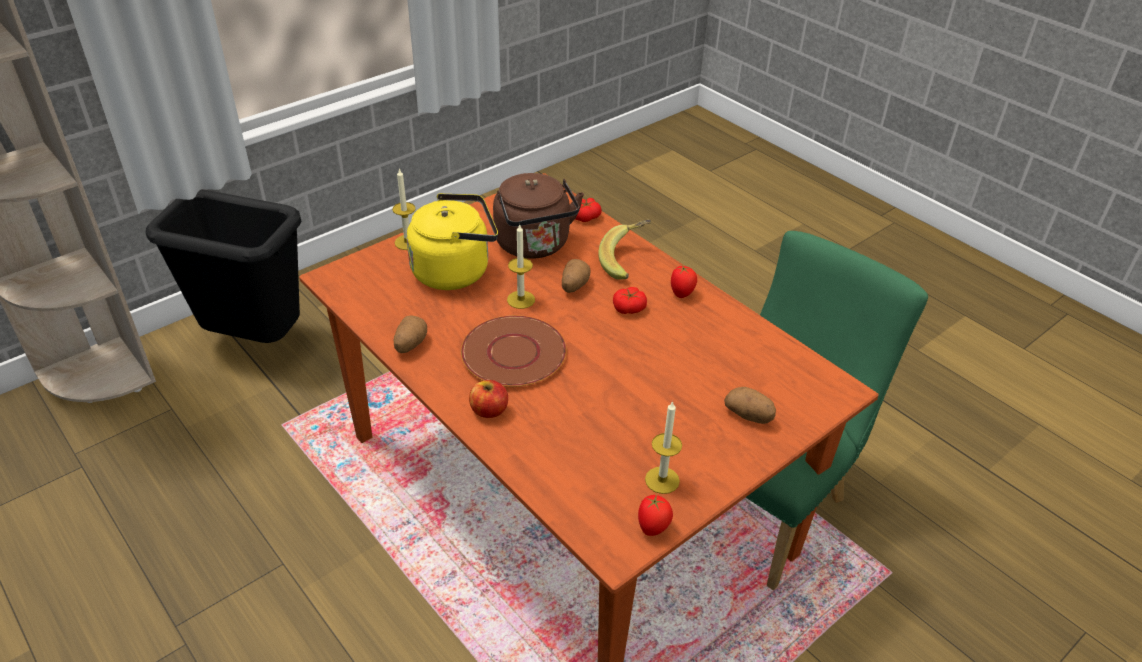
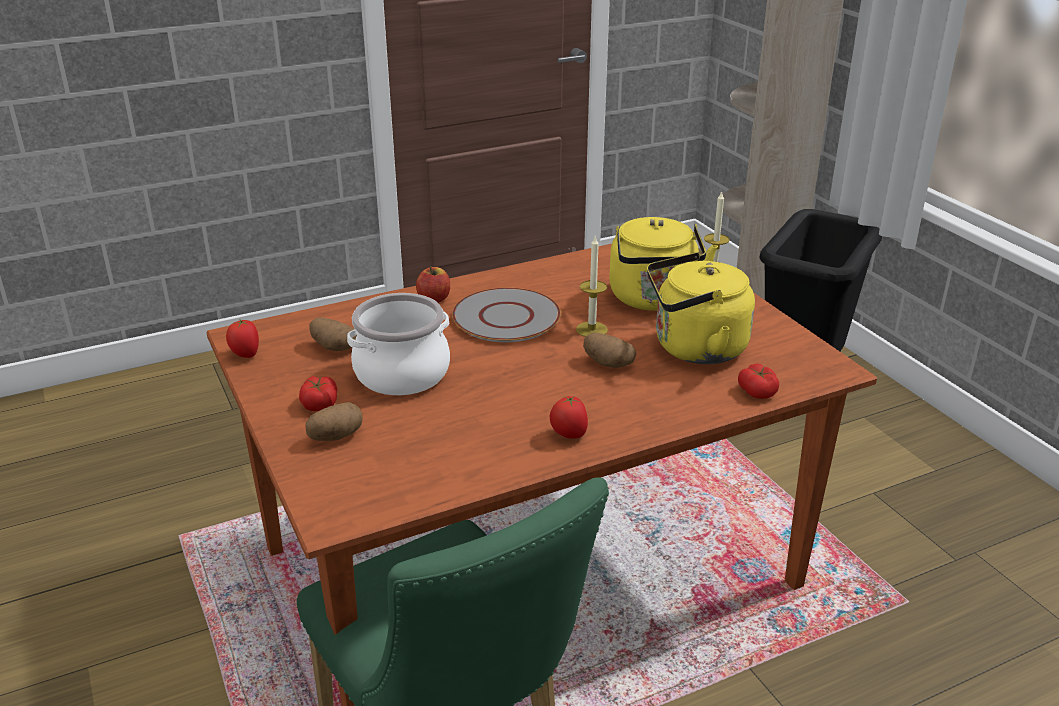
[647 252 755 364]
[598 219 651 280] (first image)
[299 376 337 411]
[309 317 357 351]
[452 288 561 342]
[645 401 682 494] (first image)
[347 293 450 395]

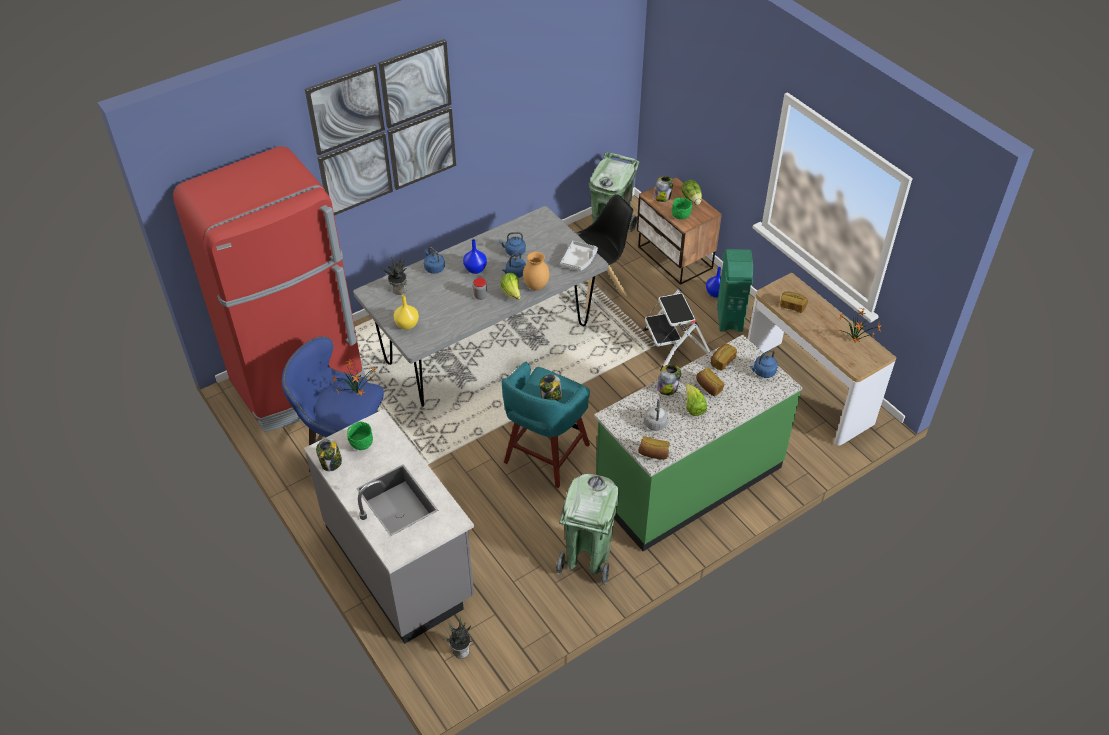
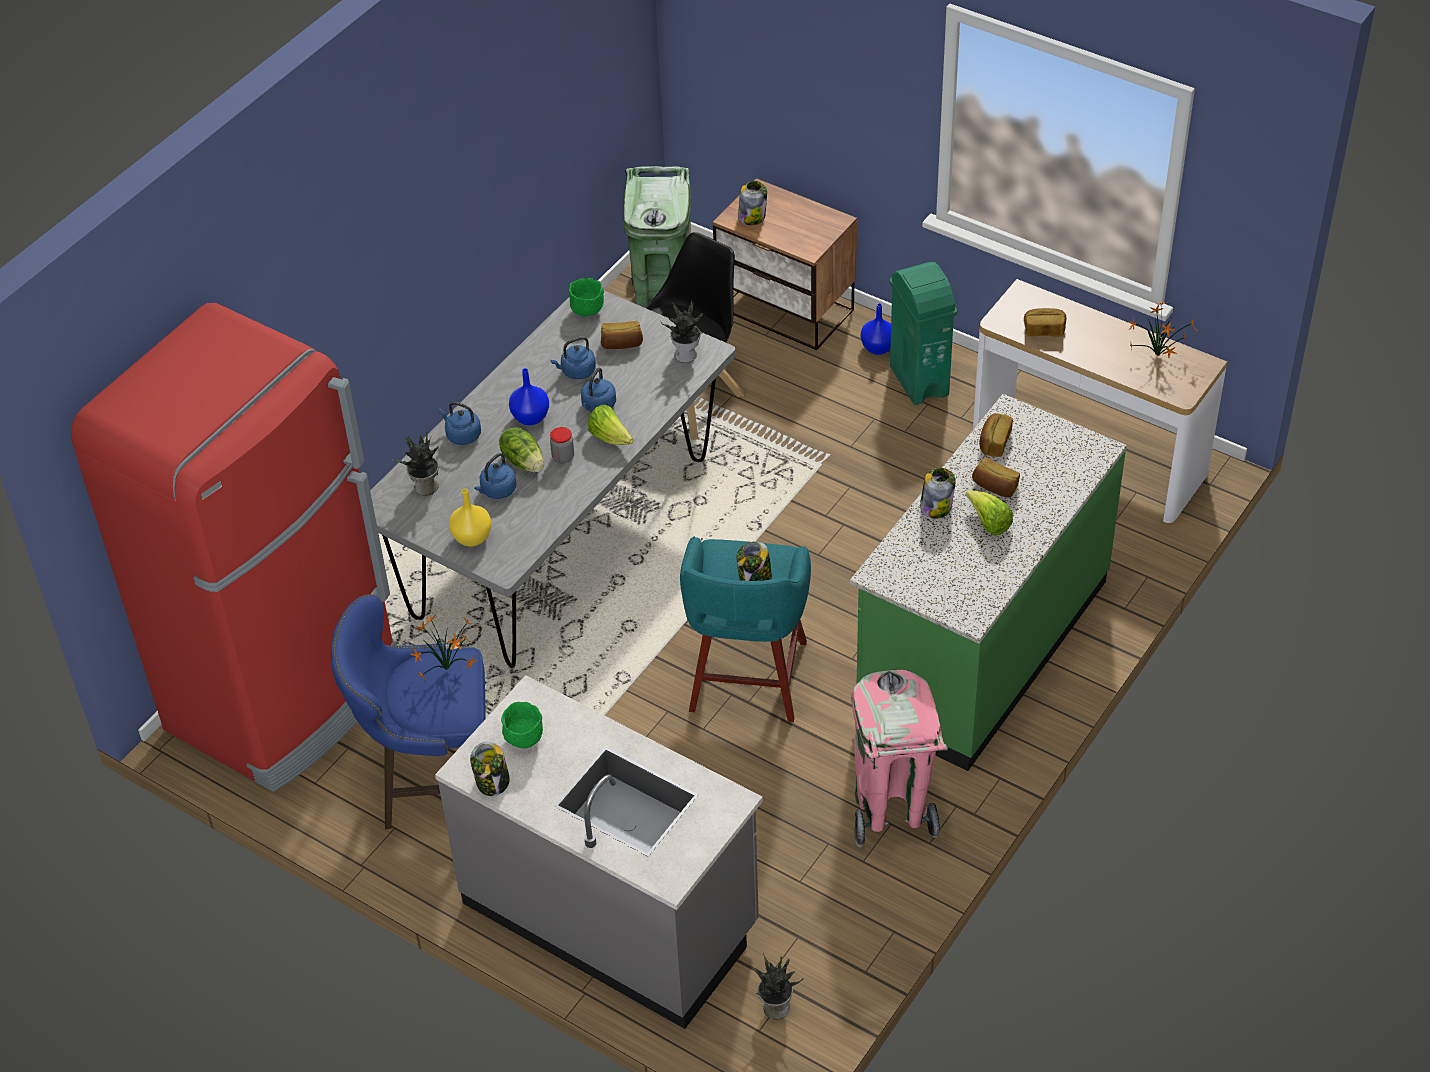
[305 39 456 215] (first image)
[499 427 544 472]
[569 278 604 316]
[661 299 703 363]
[523 252 549 290] (first image)
[643 288 711 371] (first image)
[474 453 517 499]
[644 399 668 431] (first image)
[601 321 643 349]
[851 669 949 848]

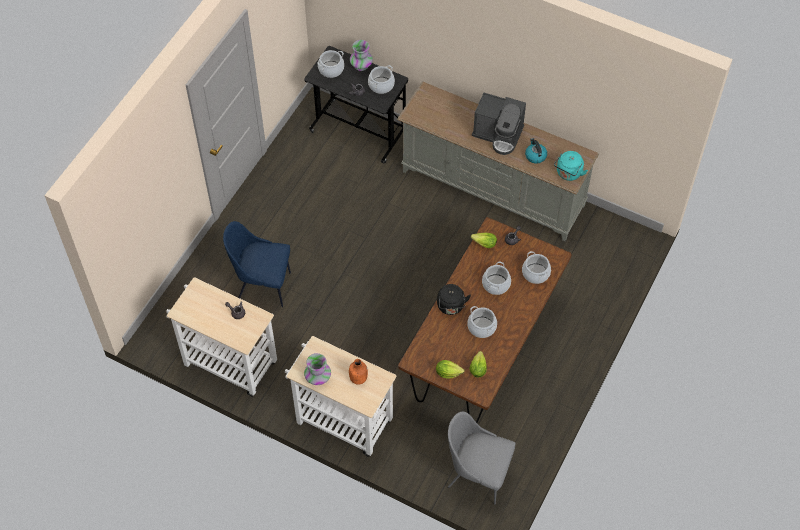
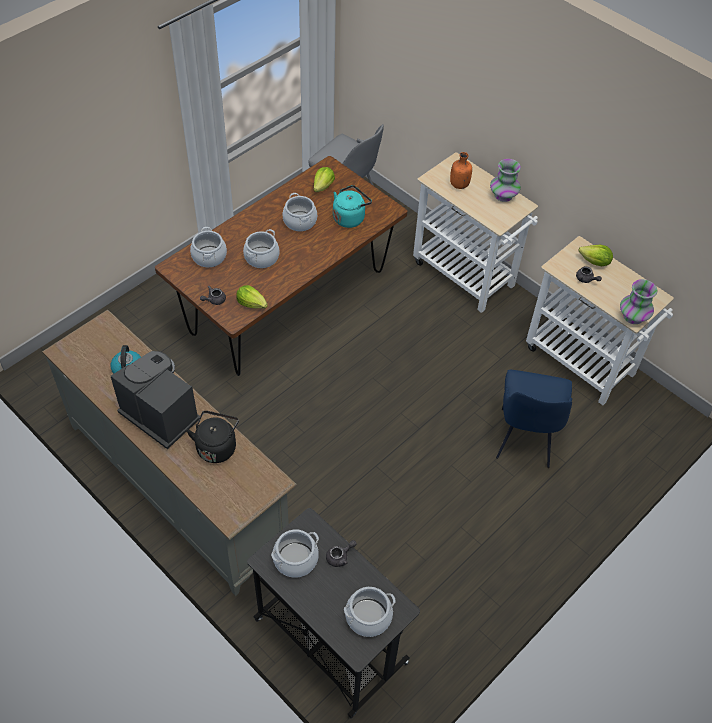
[620 279 657 324]
[333 185 372 228]
[496 370 572 468]
[186 411 239 463]
[579 245 613 267]

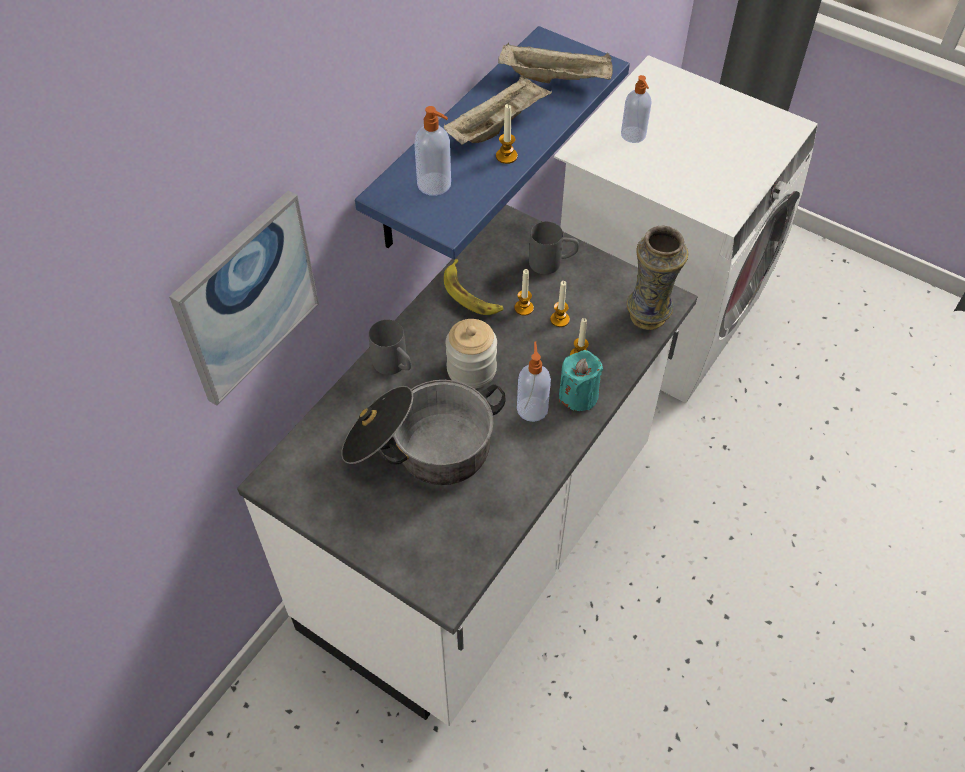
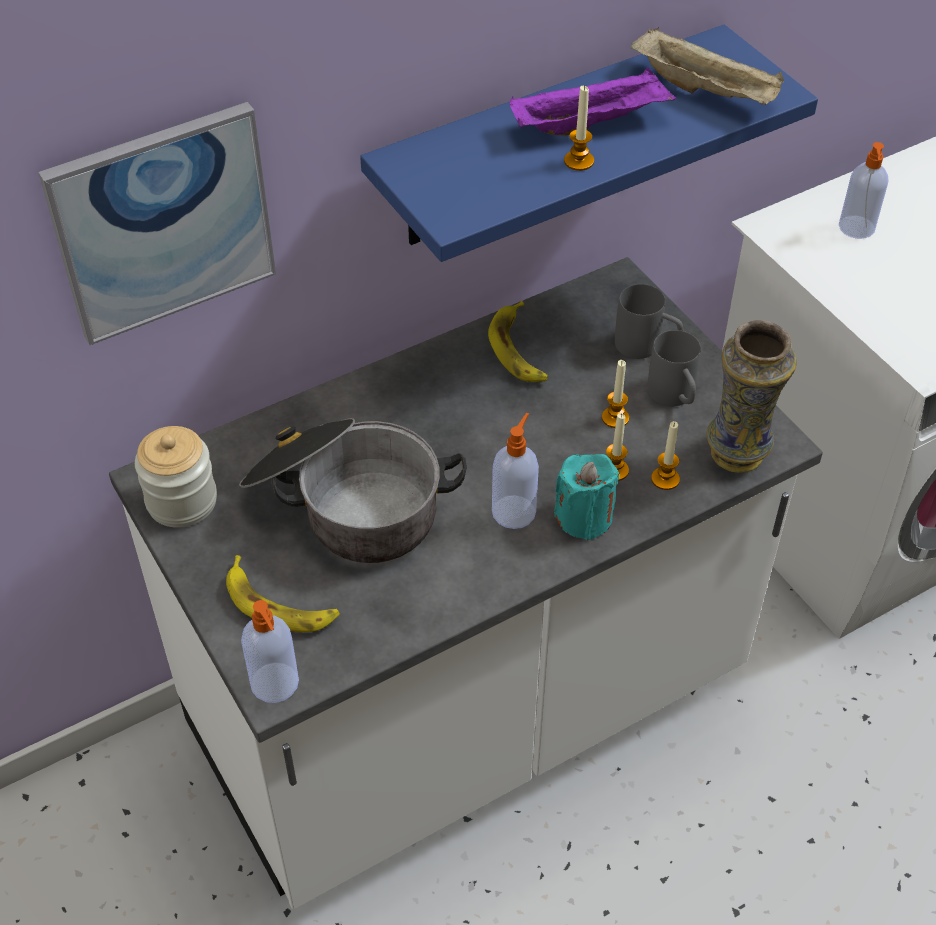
[509 68 676 135]
[241 600 299 703]
[651 421 680 490]
[135 426 217 528]
[648 330 701 407]
[226 555 340 632]

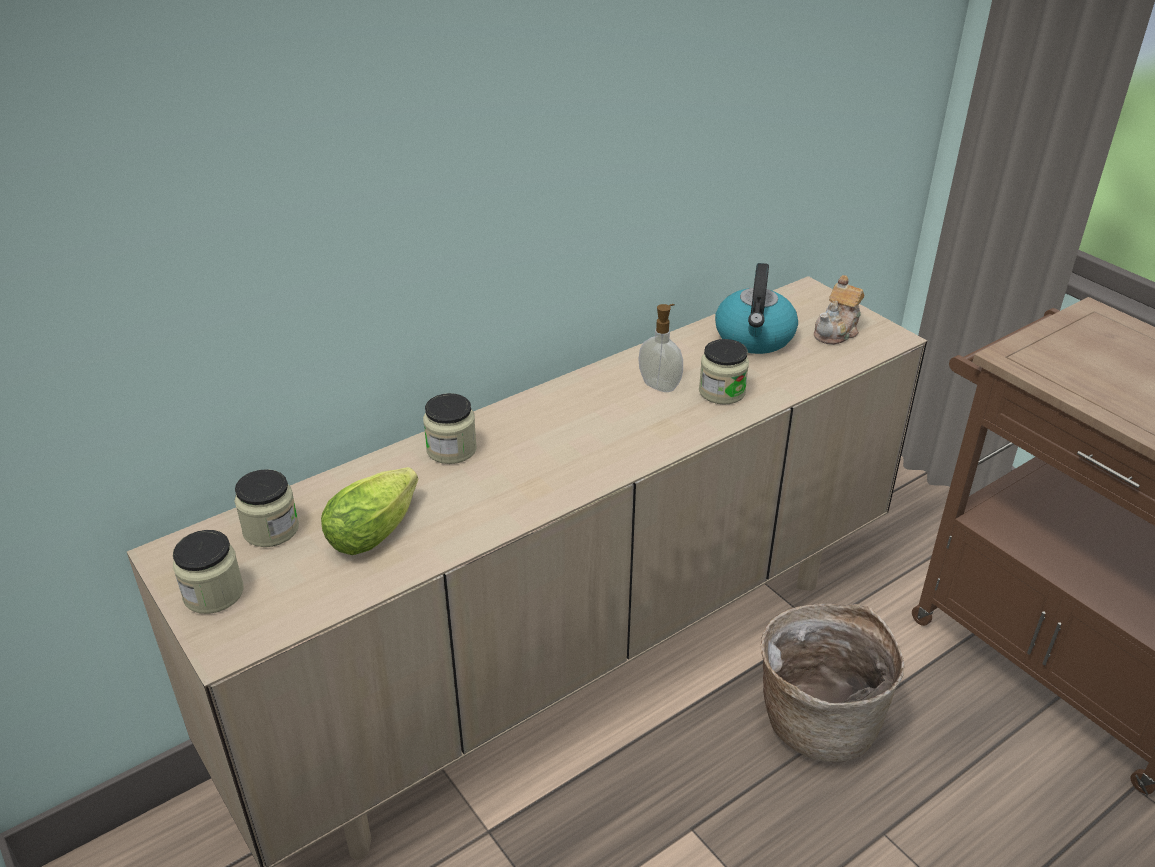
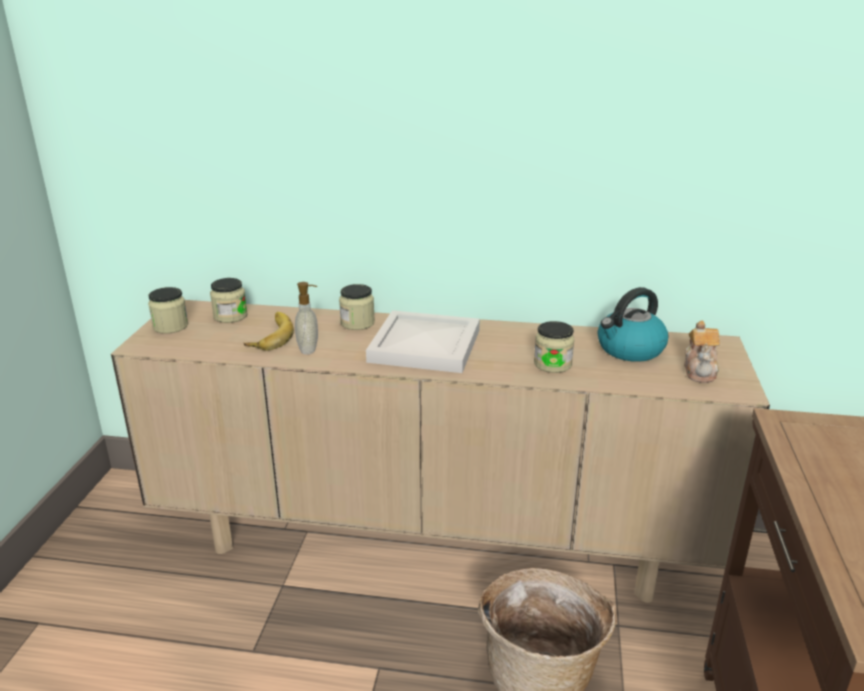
[684 321 720 383]
[295 282 318 355]
[244 312 294 350]
[366 310 480 373]

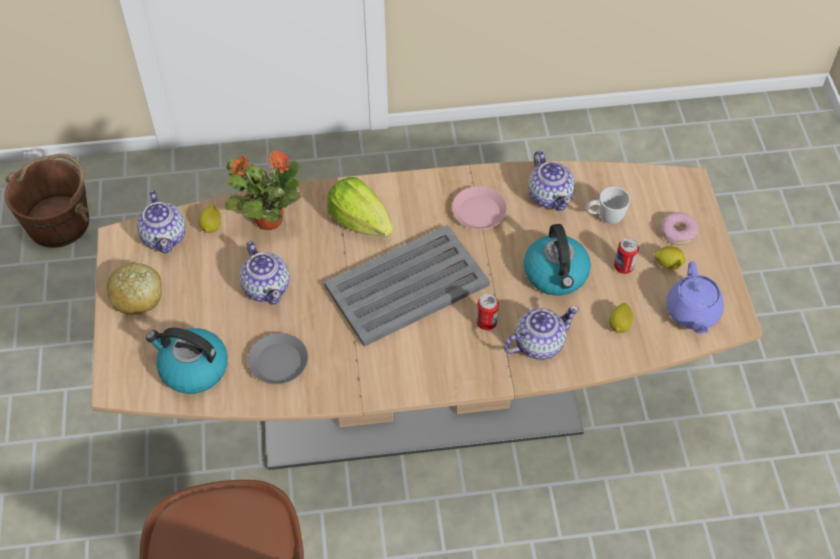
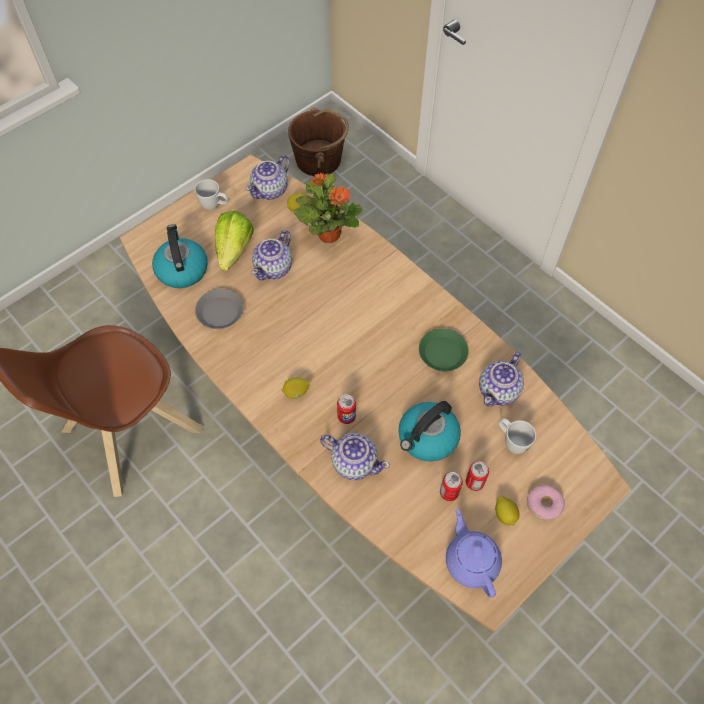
[215 211 254 271]
[419 328 469 371]
[324 225 490 347] (first image)
[446 509 502 597]
[195 179 229 210]
[282 378 310 399]
[440 472 463 501]

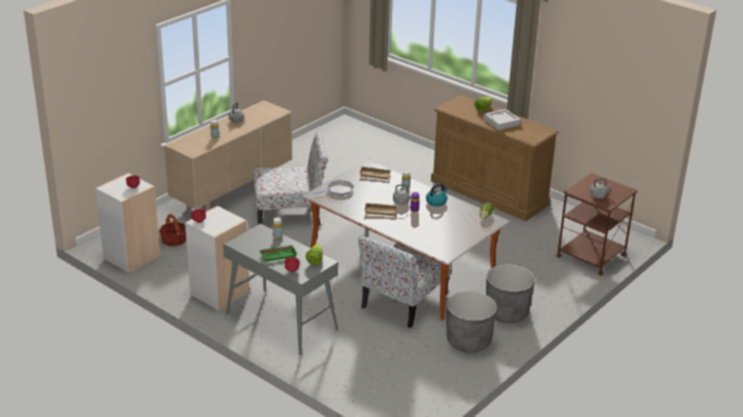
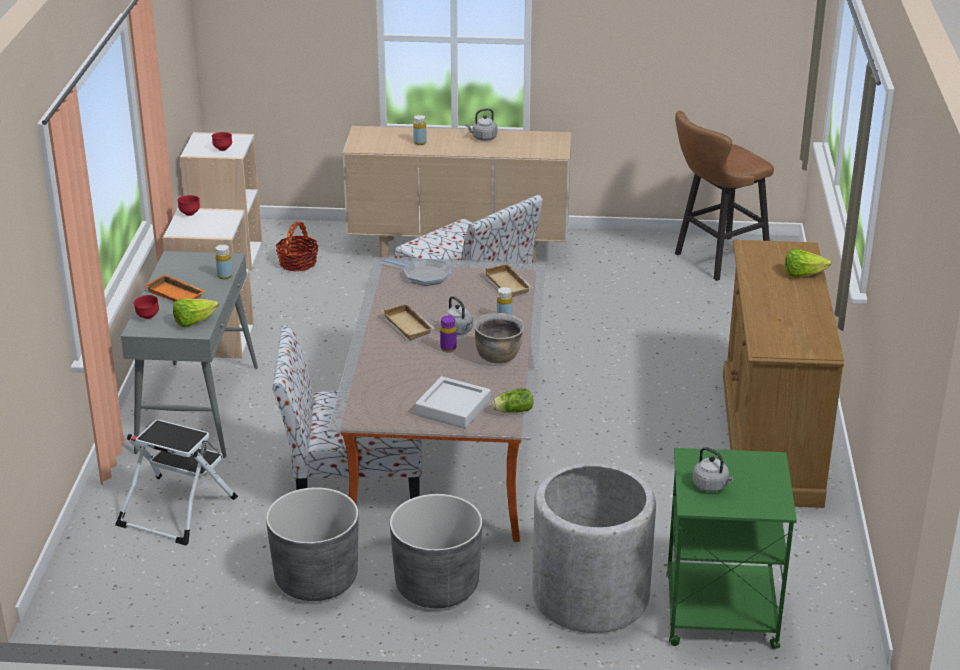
[415 376 491 428]
[666 448 797 649]
[474 313 525 363]
[145 274 205 302]
[675 110 774 281]
[115 420 238 545]
[532 463 656 633]

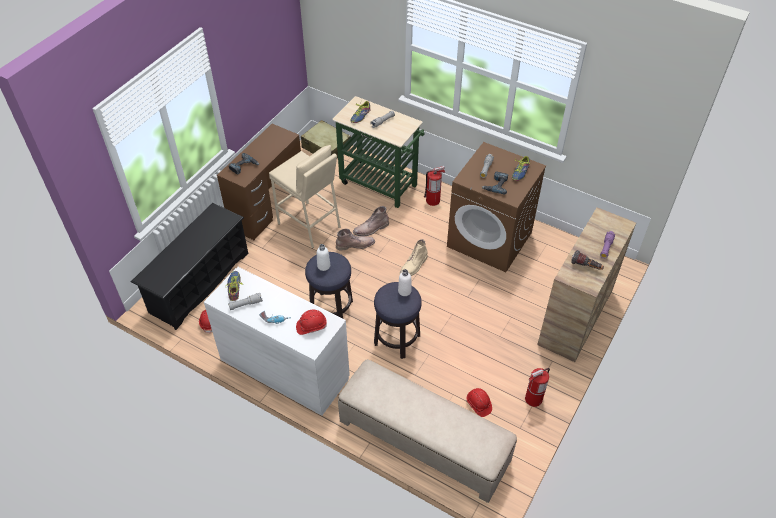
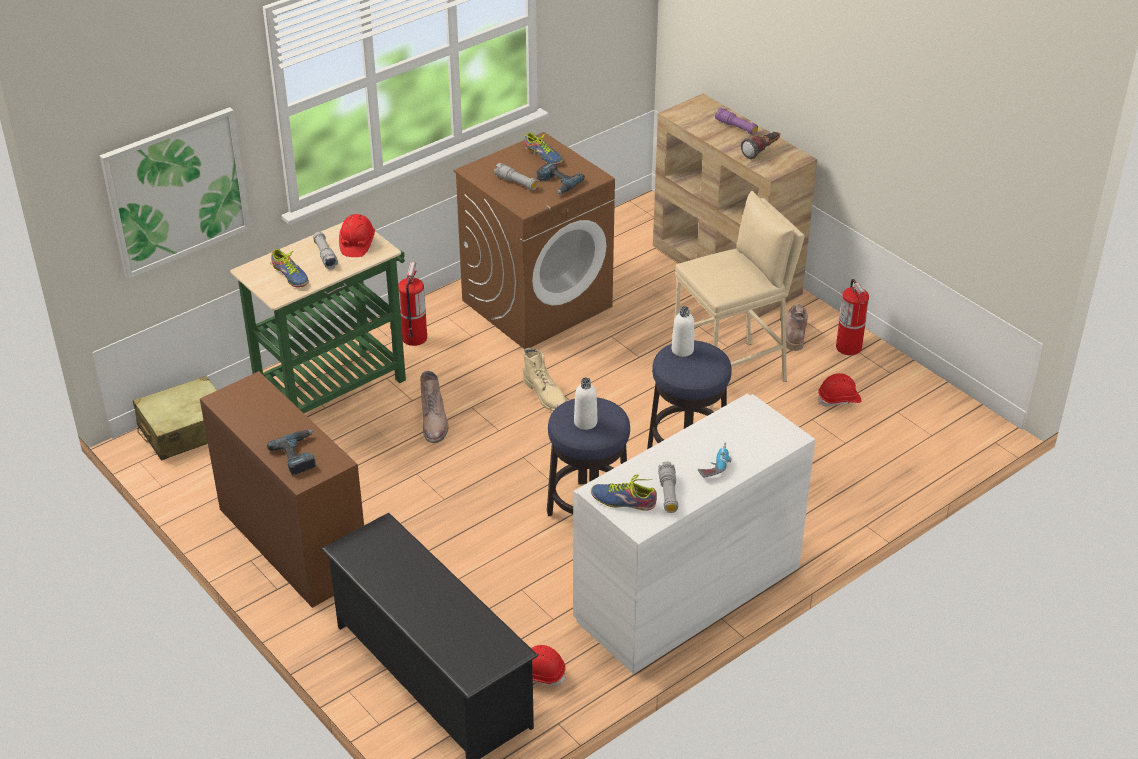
[675 191 805 410]
[786 305 808 351]
[339 214 375 257]
[338 359 517 503] (first image)
[100 107 251 279]

